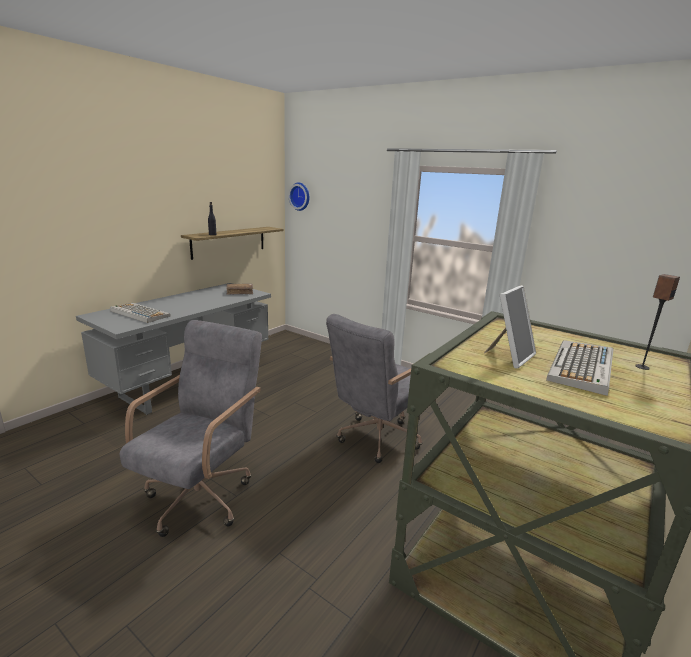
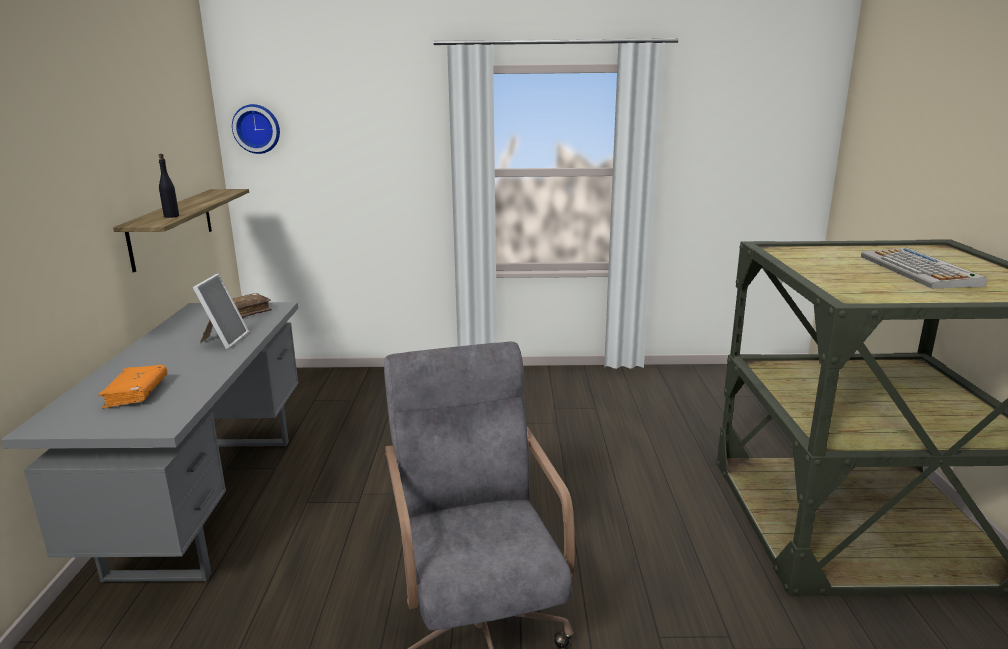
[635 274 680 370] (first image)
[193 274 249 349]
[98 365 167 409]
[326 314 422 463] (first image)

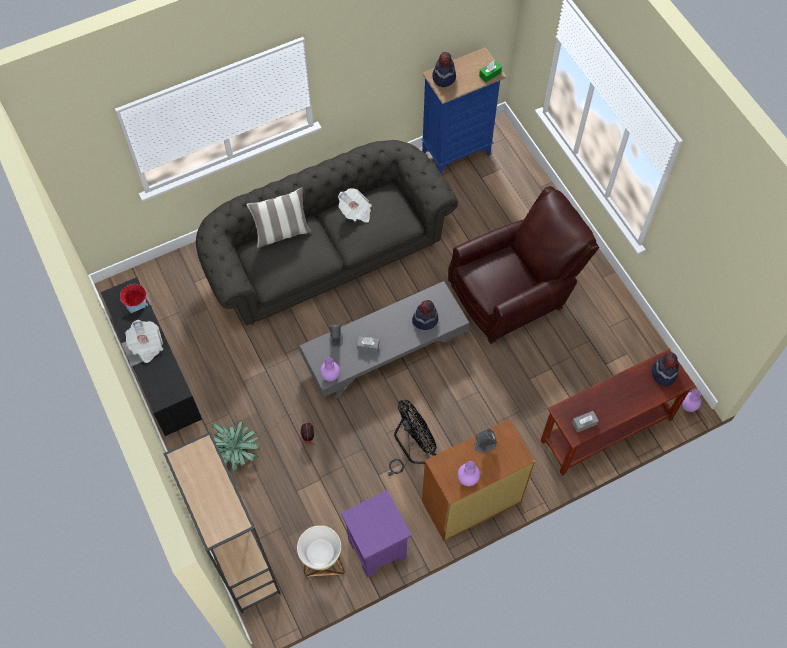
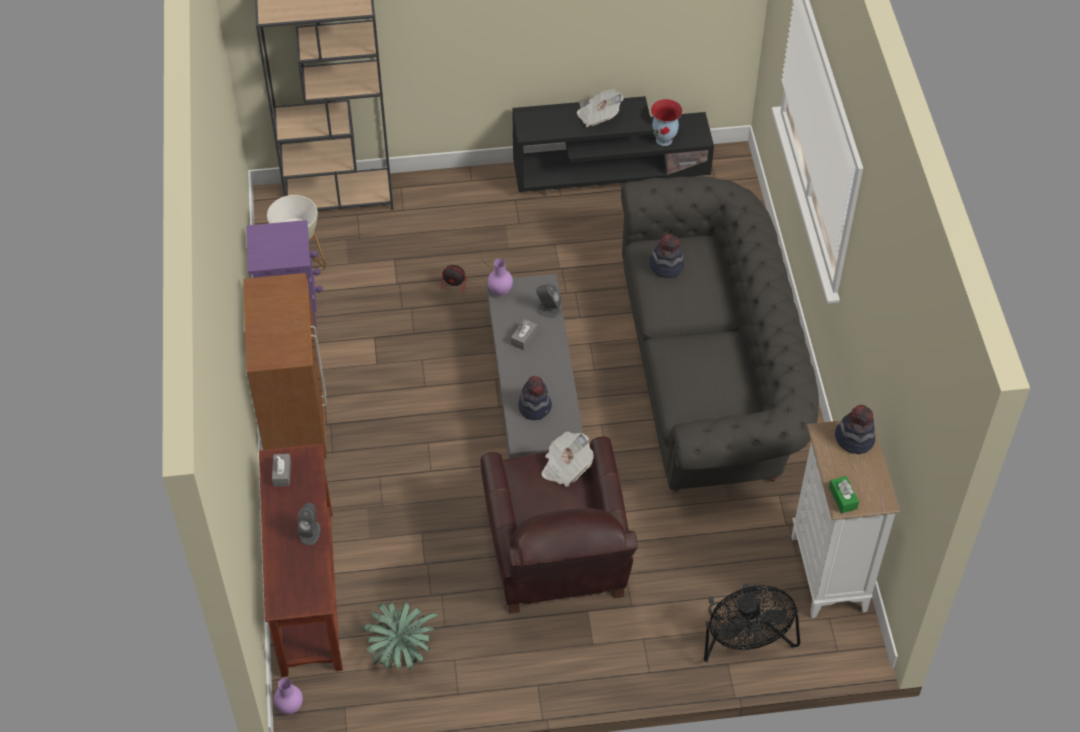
[791 421 900 618]
[246 187 312 248] (first image)
[541 432 594 487]
[649 234 684 278]
[704 584 800 662]
[361 602 439 670]
[298 503 321 545]
[457 461 480 486] (first image)

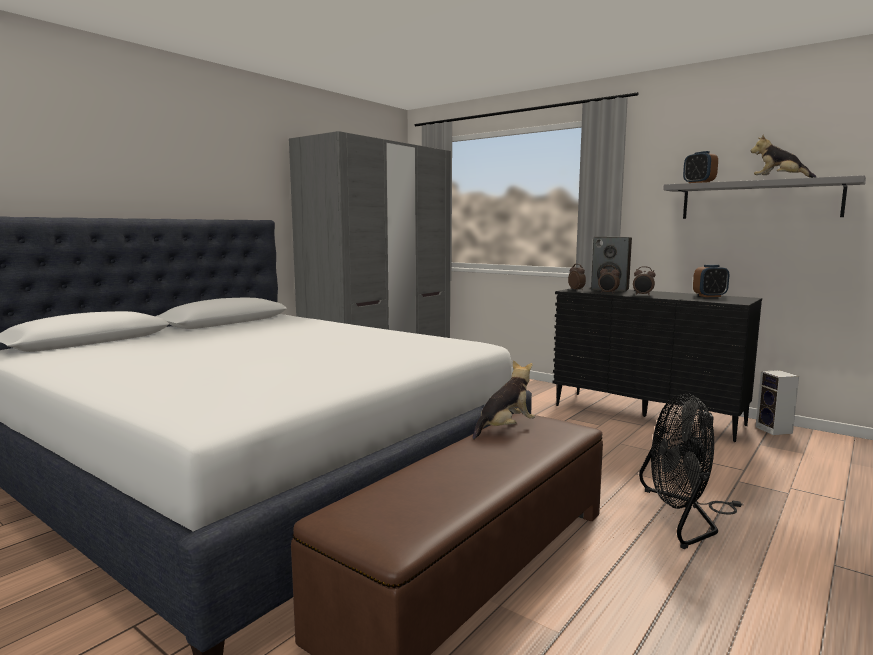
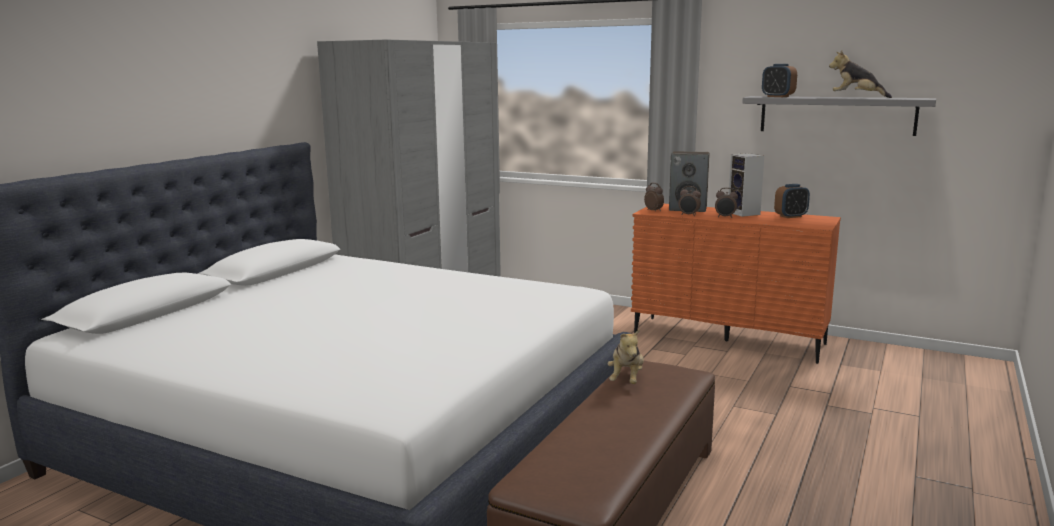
[631 204 841 364]
[607 329 644 384]
[728 153 764 217]
[639 393 744 549] (first image)

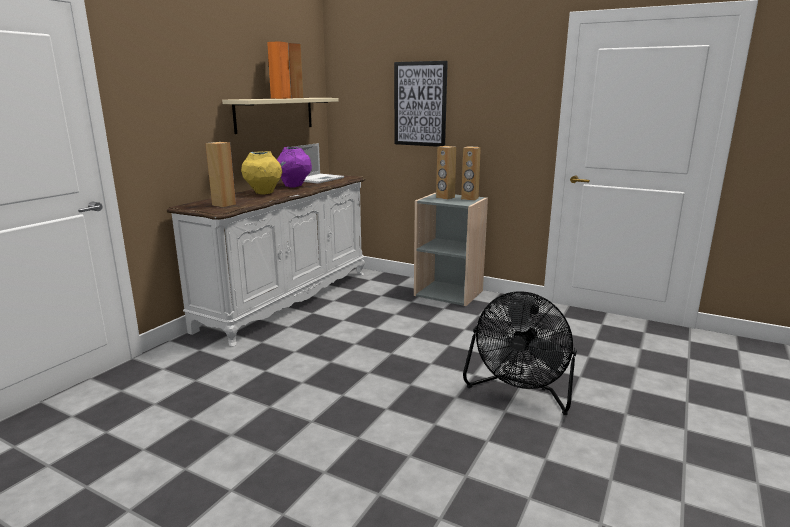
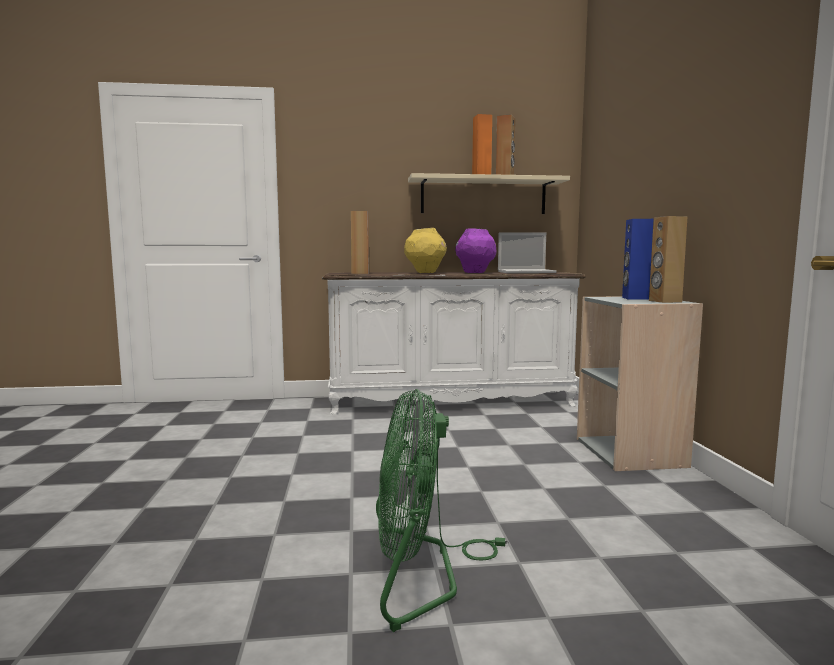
[394 61 448 147] (first image)
[622 219 653 300]
[376 389 509 632]

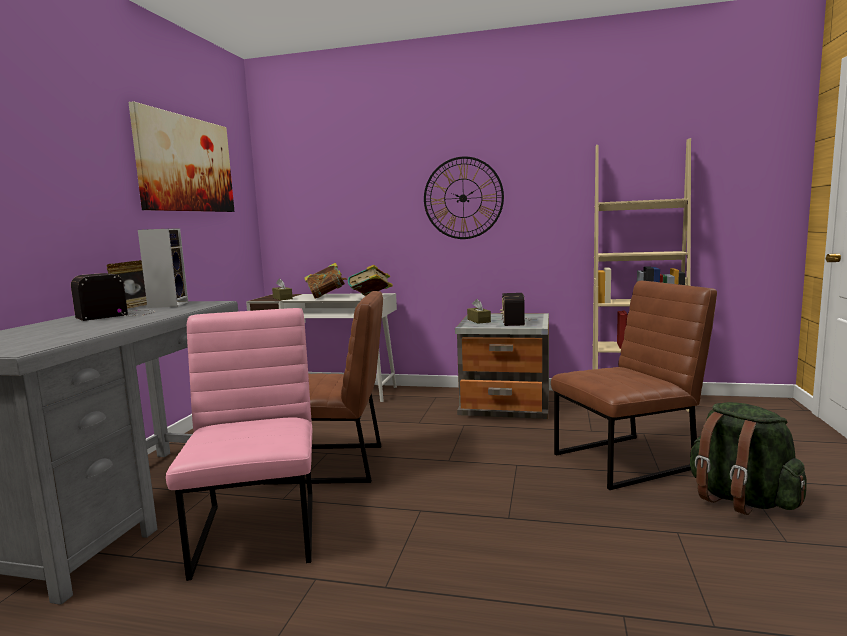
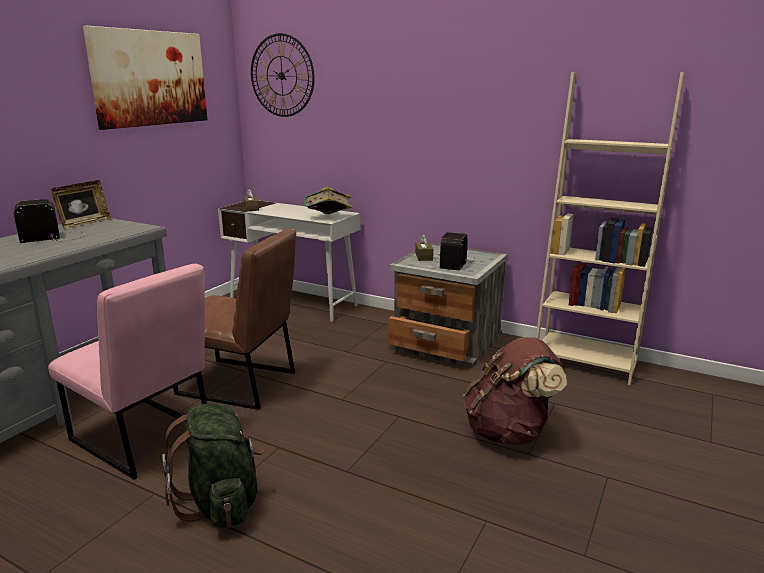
[251 33 315 117]
[138 228 188 308] (first image)
[304 263 347 299] (first image)
[463 337 567 445]
[48 264 207 480]
[162 403 263 528]

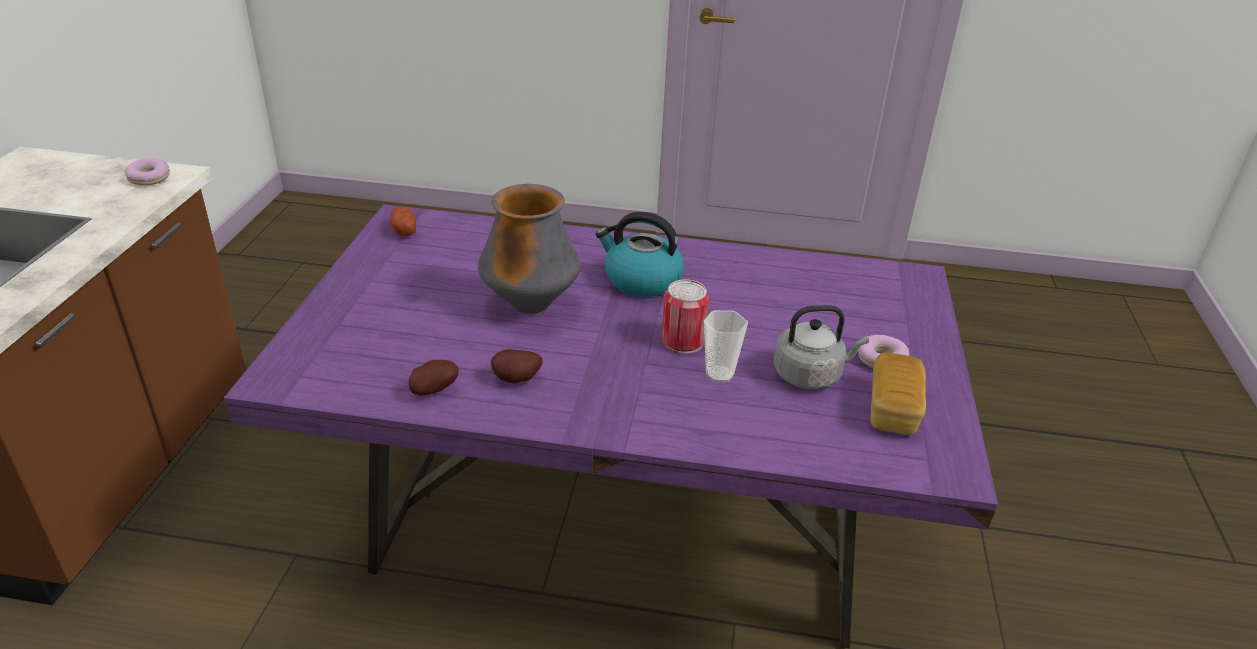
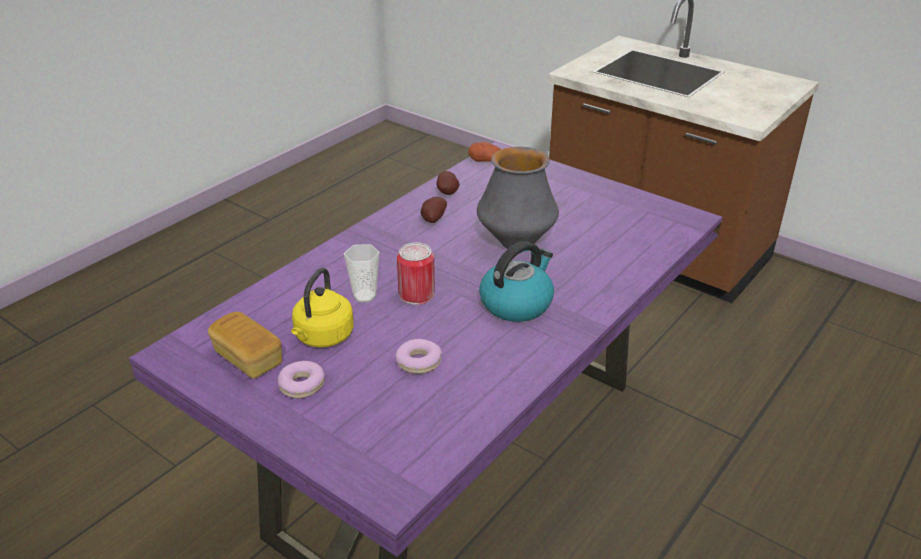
[395 339 442 374]
[468 142 501 162]
[291 268 354 347]

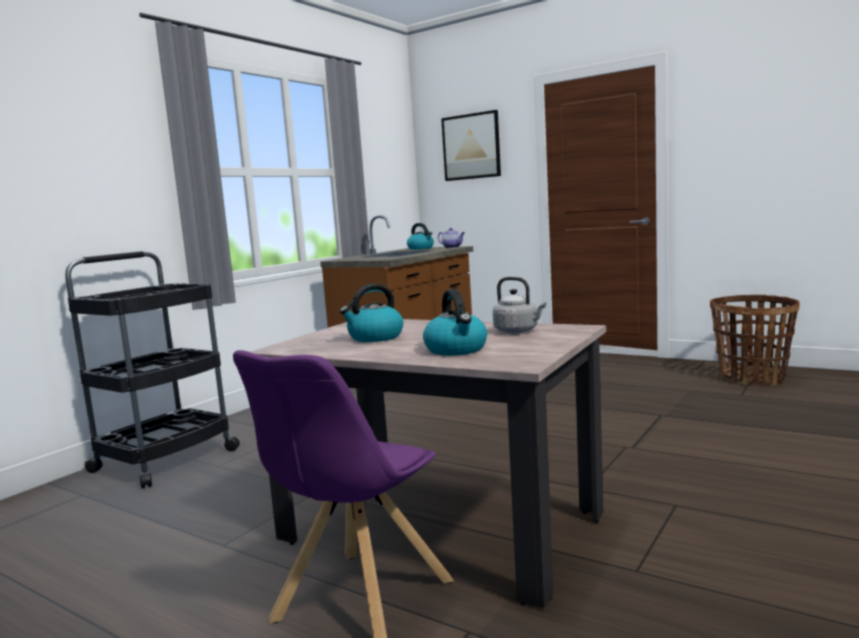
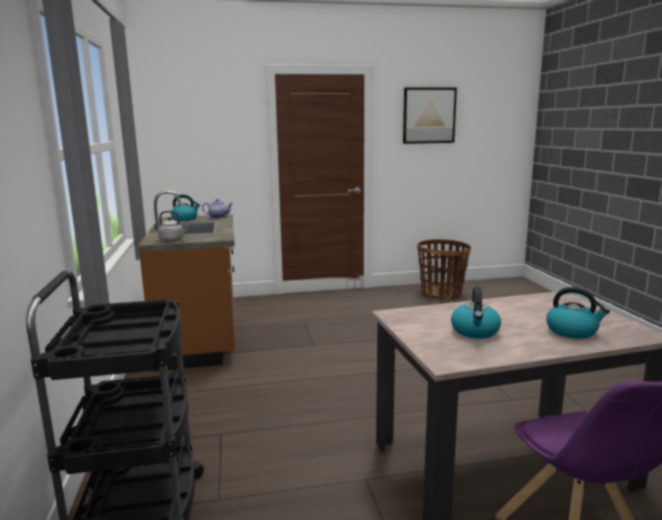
[403 88 457 144]
[158 211 190 242]

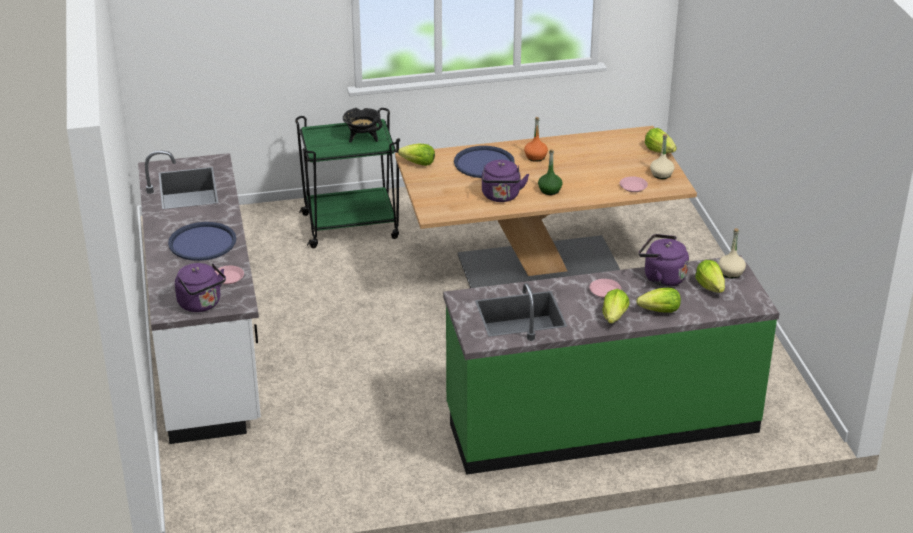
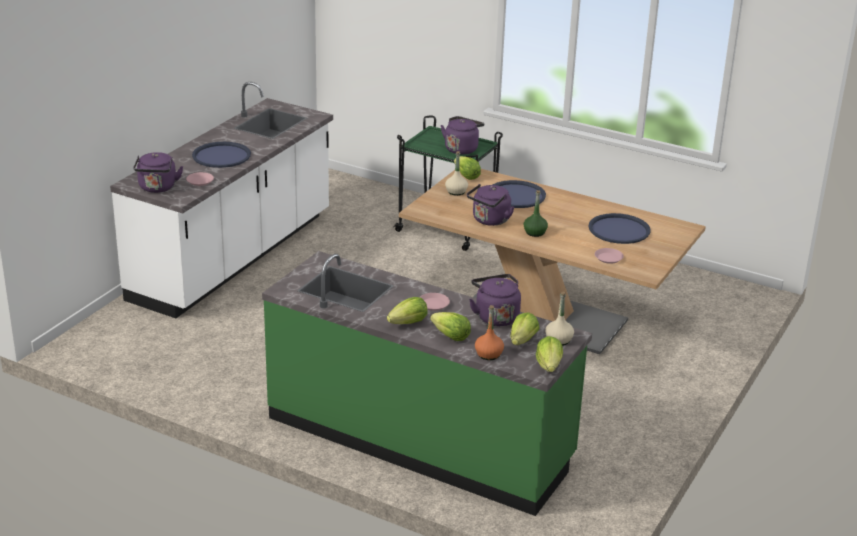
[441 116 484 155]
[475 305 504 360]
[536 336 563 372]
[445 151 468 196]
[589 213 650 244]

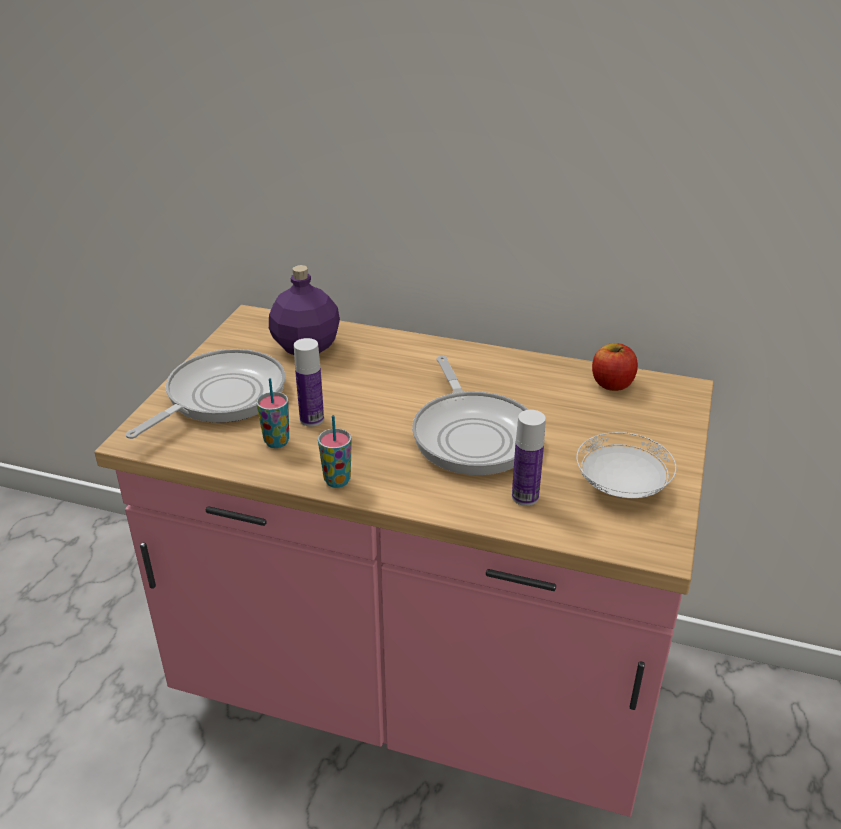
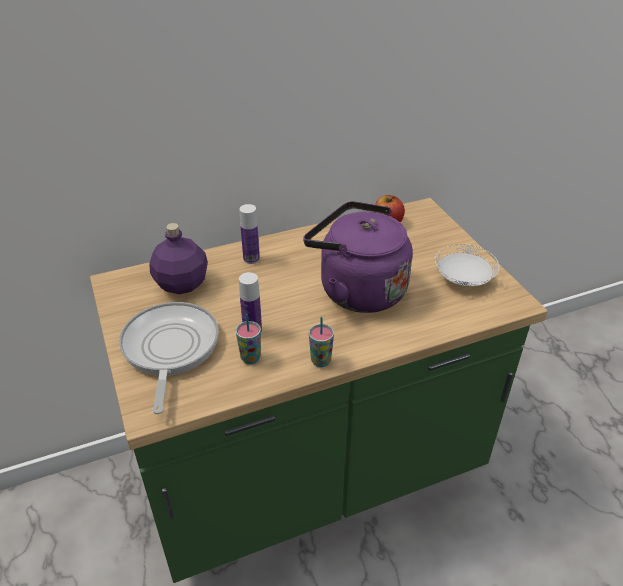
[90 198 548 583]
[303 201 413 313]
[239 204 260 264]

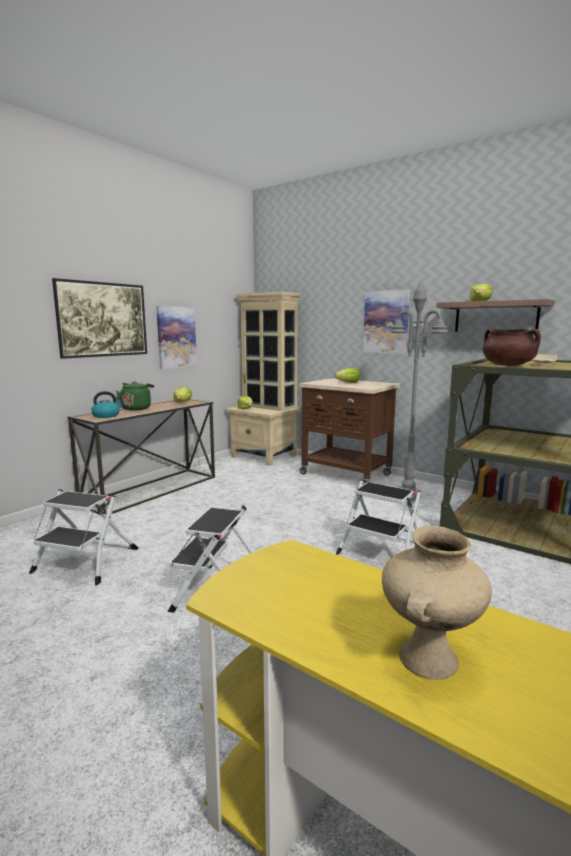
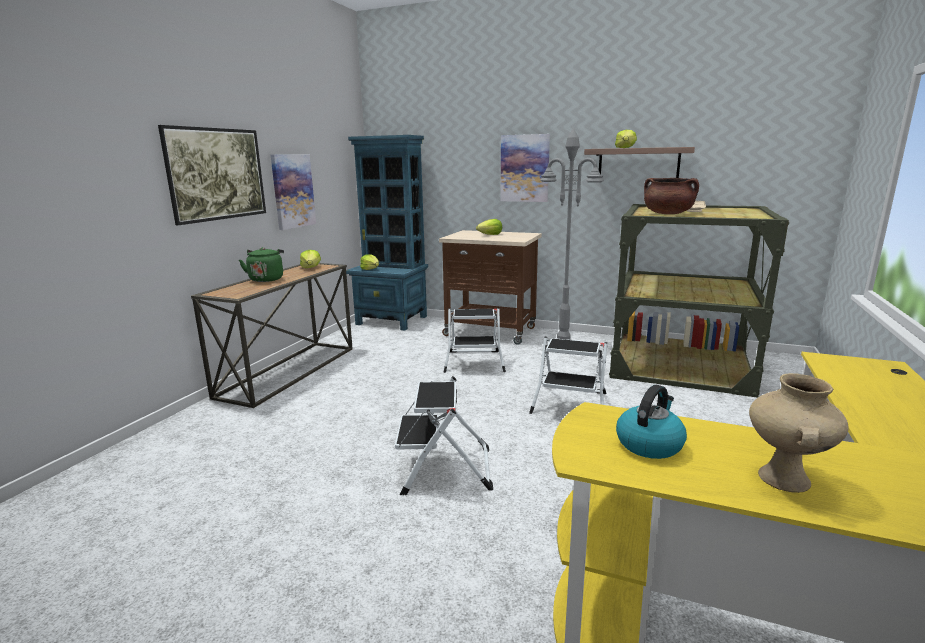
[346 135 428 331]
[616 385 687 459]
[444 308 506 373]

